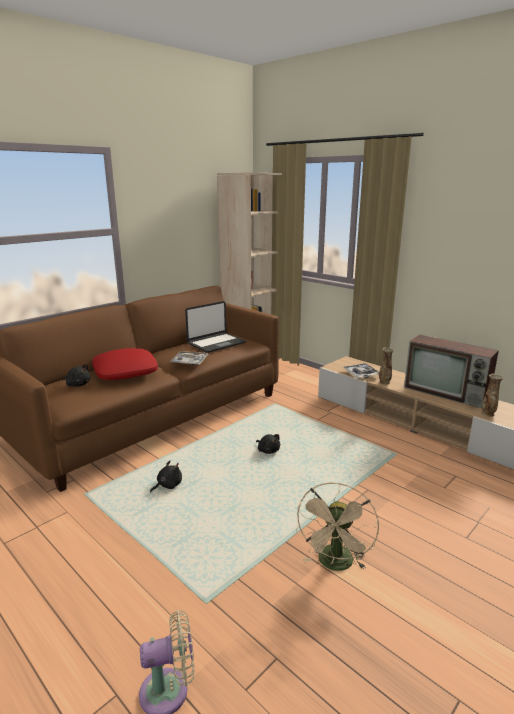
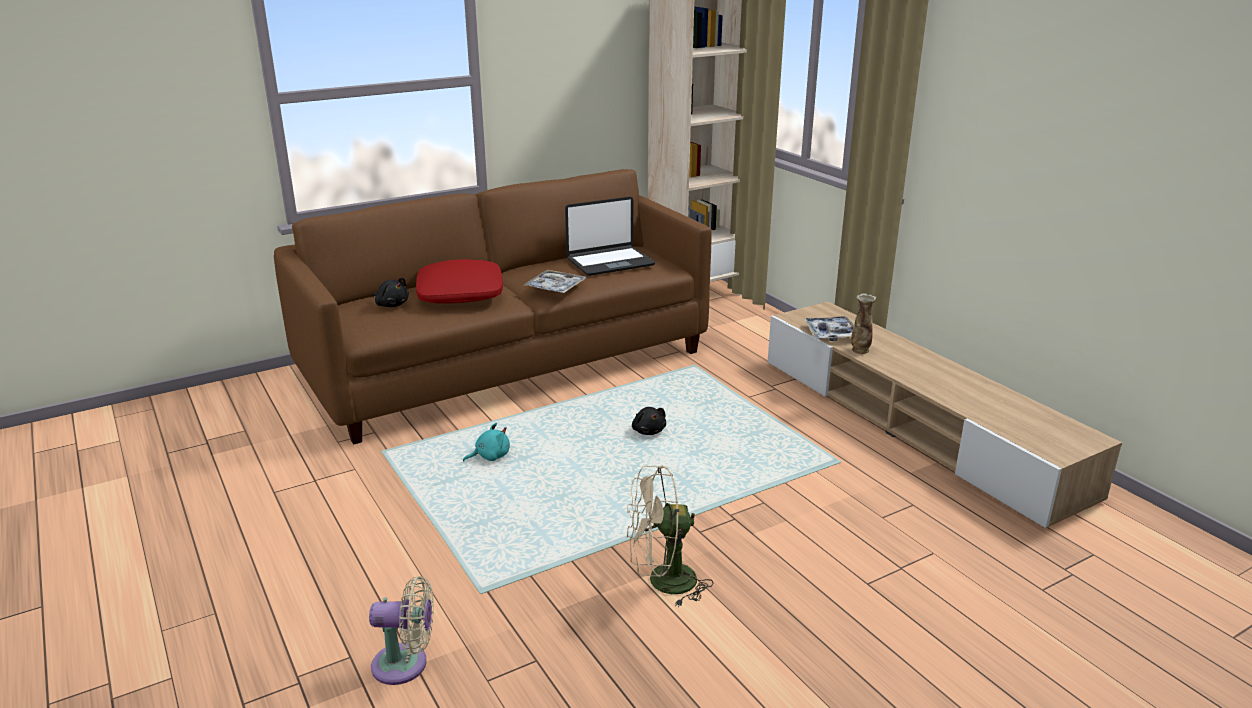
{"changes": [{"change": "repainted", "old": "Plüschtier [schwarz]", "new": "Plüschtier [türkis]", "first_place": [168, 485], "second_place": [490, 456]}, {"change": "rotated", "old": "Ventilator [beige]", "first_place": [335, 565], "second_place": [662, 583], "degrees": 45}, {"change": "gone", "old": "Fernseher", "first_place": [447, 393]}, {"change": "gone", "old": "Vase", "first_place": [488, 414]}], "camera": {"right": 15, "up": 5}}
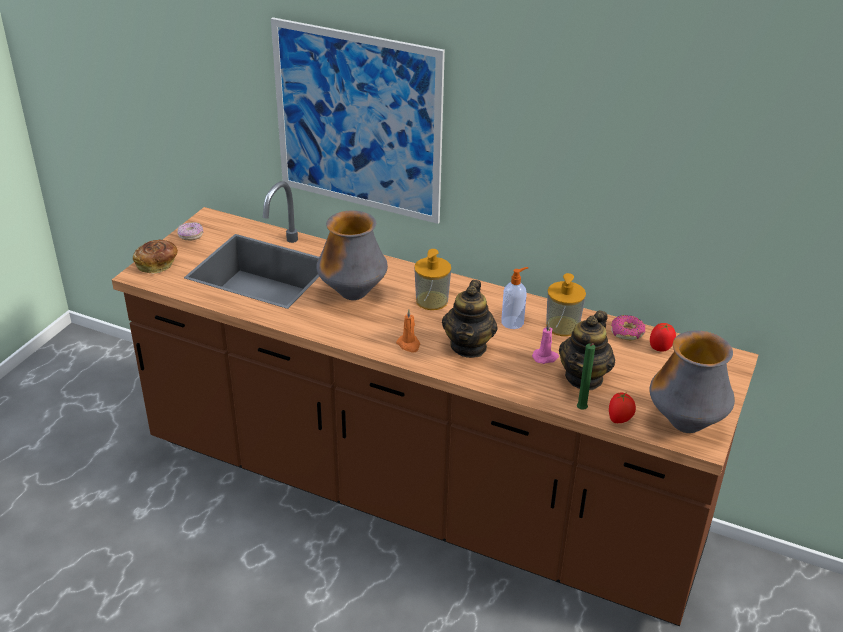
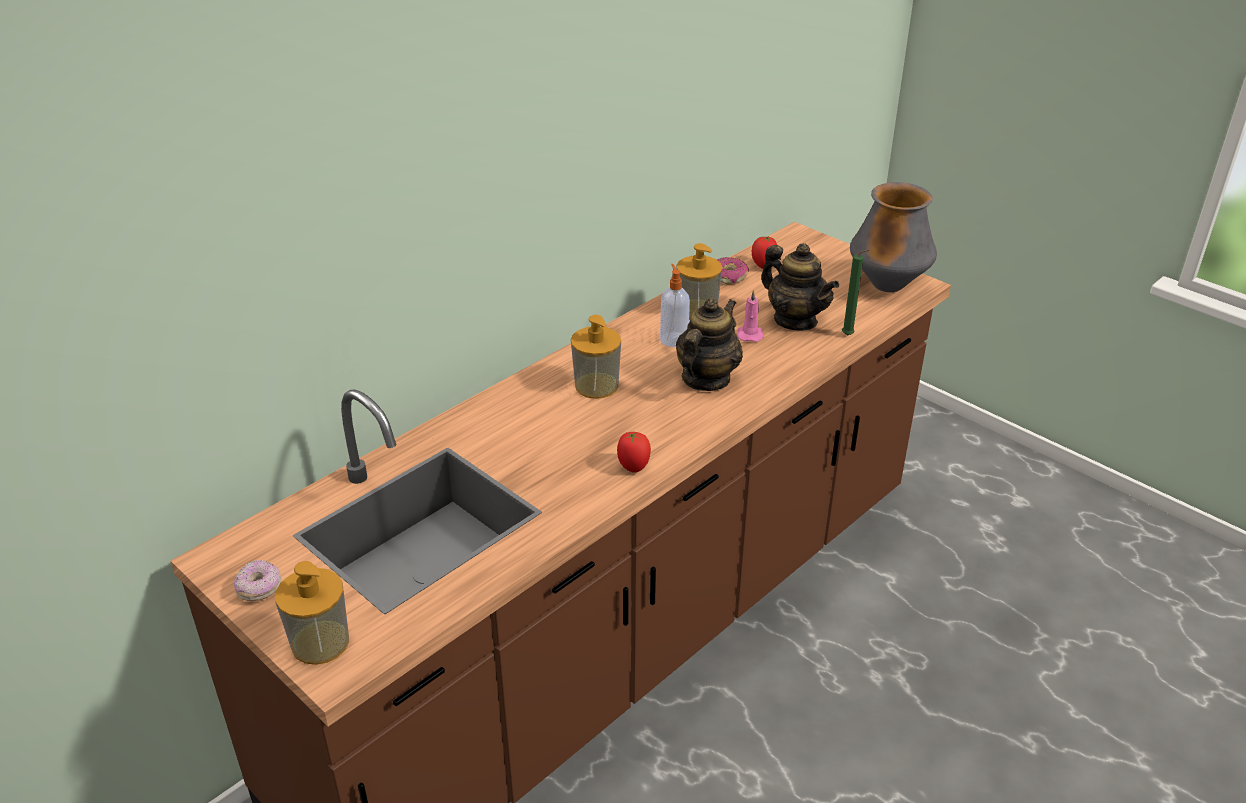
{"changes": [{"change": "swapped", "old": "Brot", "new": "Seifenspender", "first_place": [157, 264], "second_place": [320, 642]}, {"change": "shifted", "old": "Tomate", "first_place": [619, 420], "second_place": [633, 466]}, {"change": "rotated", "old": "Teekanne", "first_place": [469, 346], "second_place": [706, 379], "degrees": -90}, {"change": "gone", "old": "Bild", "first_place": [358, 122]}, {"change": "gone", "old": "Vase", "first_place": [353, 294]}, {"change": "gone", "old": "Kerze [orange]", "first_place": [409, 345]}], "camera": {"right": -70, "up": 0}}
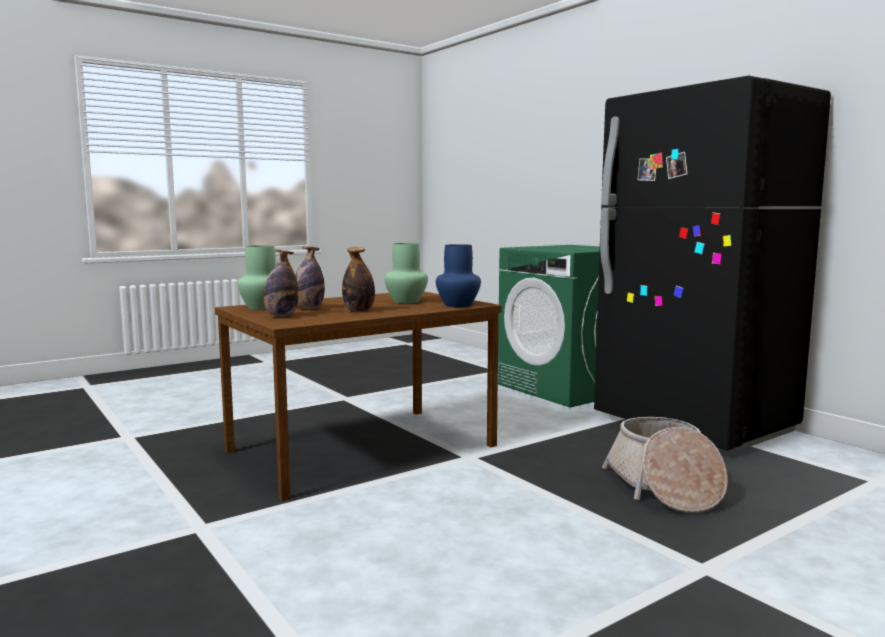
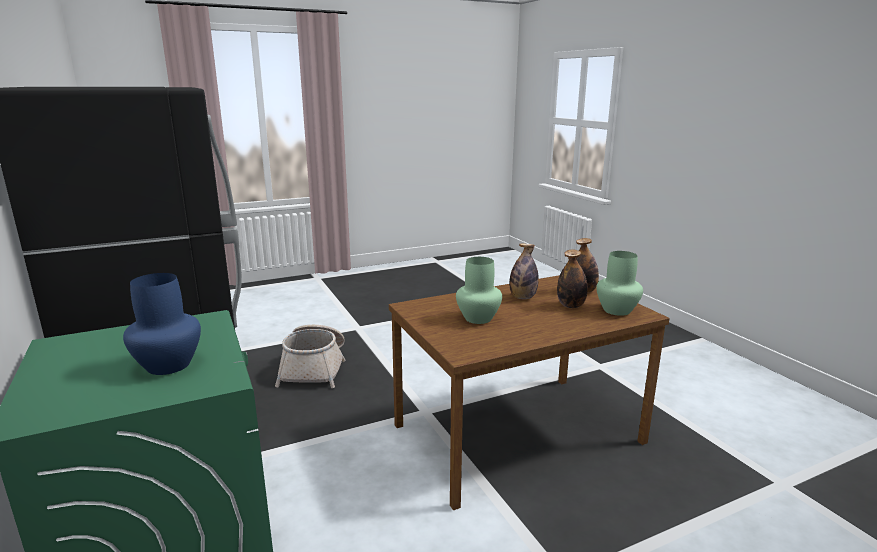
{"changes": [{"change": "shifted", "old": "Vase [blau]", "first_place": [458, 305], "second_place": [167, 365]}], "camera": {"right": -170, "up": 10}}
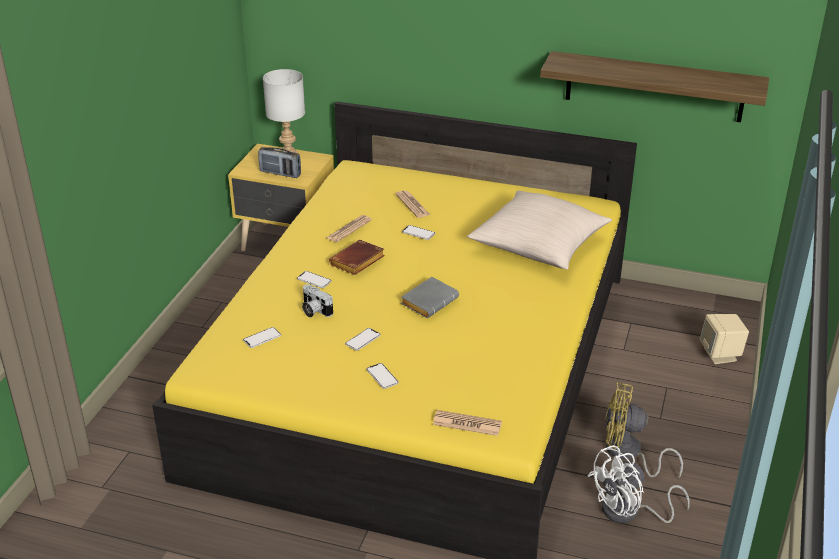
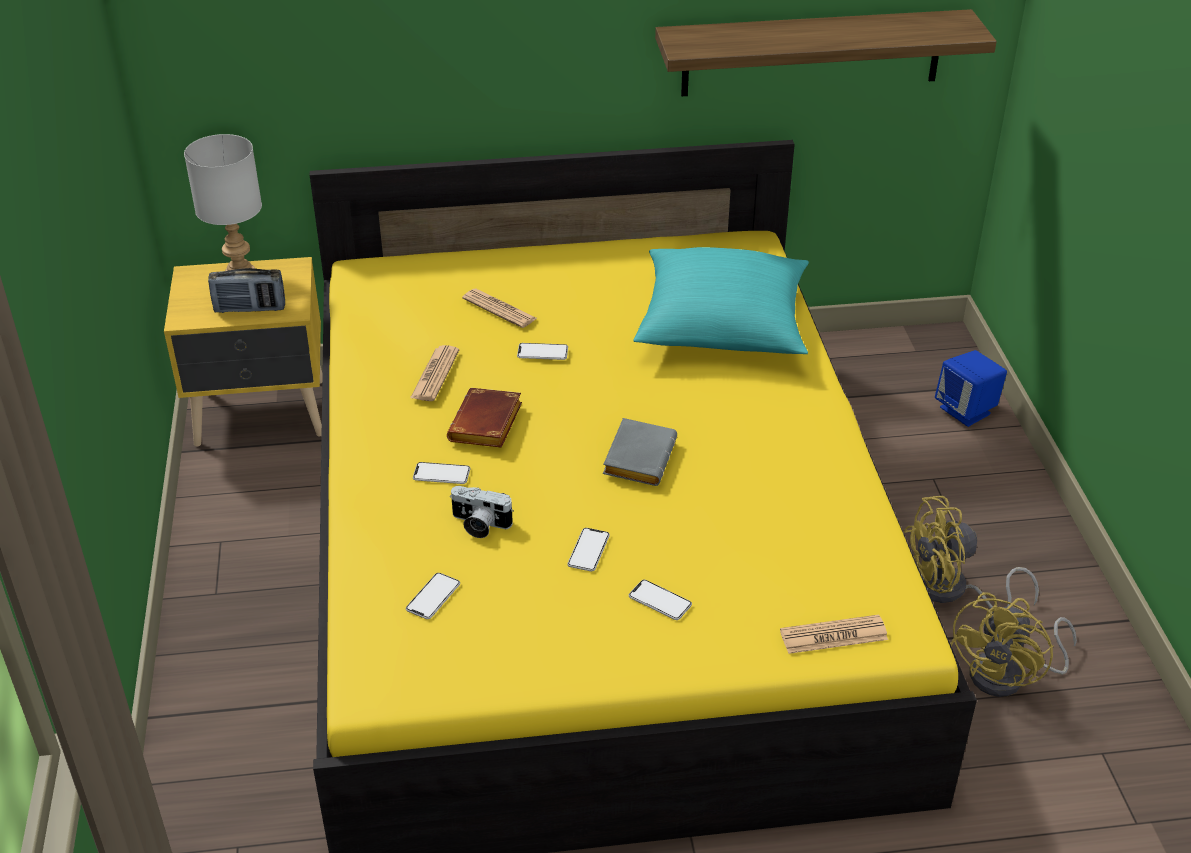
{"changes": [{"change": "repainted", "old": "Kissen [beige]", "new": "Kissen [türkis]", "first_place": [539, 245], "second_place": [722, 325]}, {"change": "repainted", "old": "Lautsprecher [beige]", "new": "Lautsprecher [blau]", "first_place": [720, 354], "second_place": [966, 410]}, {"change": "repainted", "old": "Ventilator [weiß]", "new": "Ventilator [gelb]", "first_place": [629, 512], "second_place": [1008, 676]}], "camera": {"right": -25, "up": 5}}
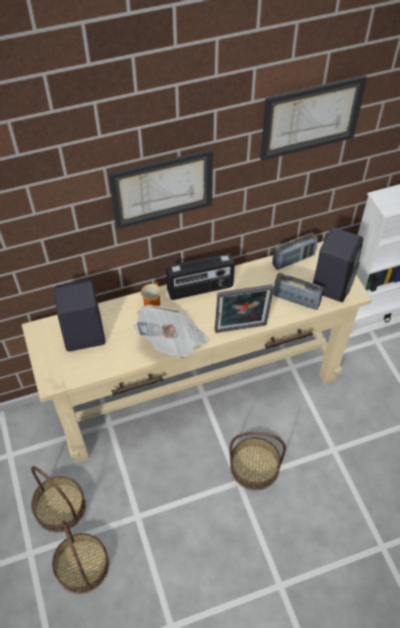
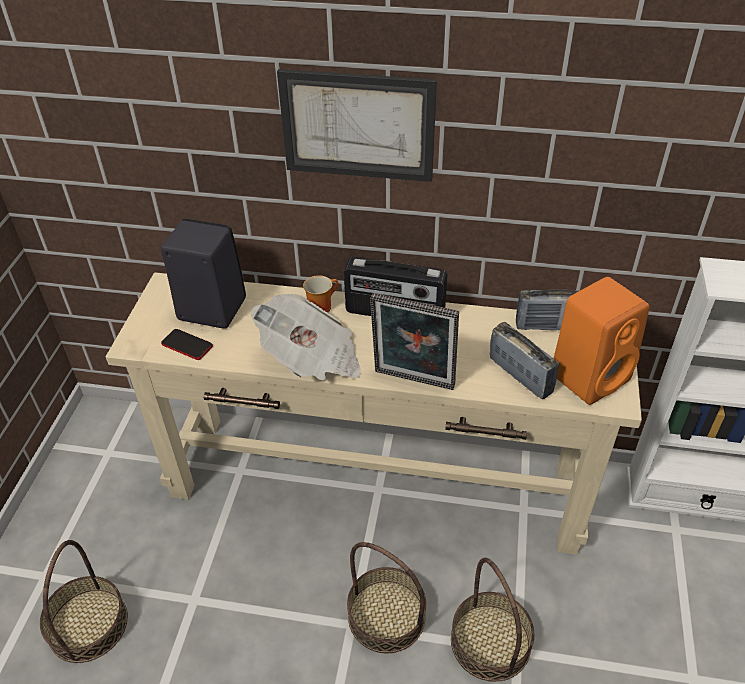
{"changes": [{"change": "new", "new": "Handy", "second_place": [187, 345]}, {"change": "shifted", "old": "Korb", "first_place": [60, 507], "second_place": [490, 642]}, {"change": "repainted", "old": "Lautsprecher [schwarz]", "new": "Lautsprecher [orange]", "first_place": [332, 283], "second_place": [591, 375]}, {"change": "gone", "old": "Bild", "first_place": [311, 117]}], "camera": {"right": 30, "up": -10}}
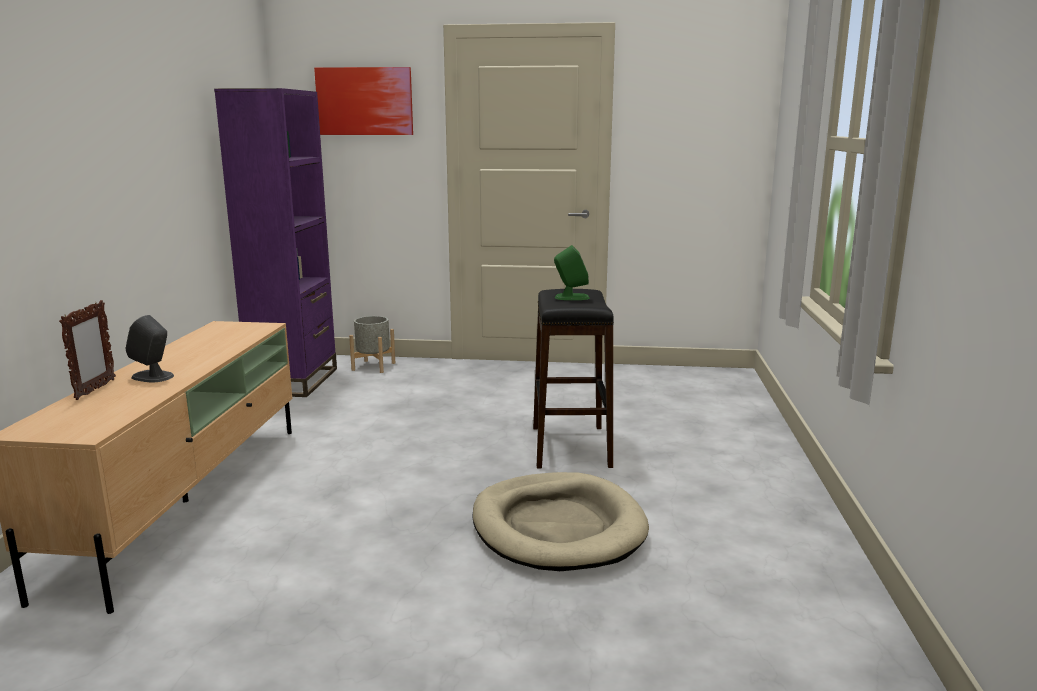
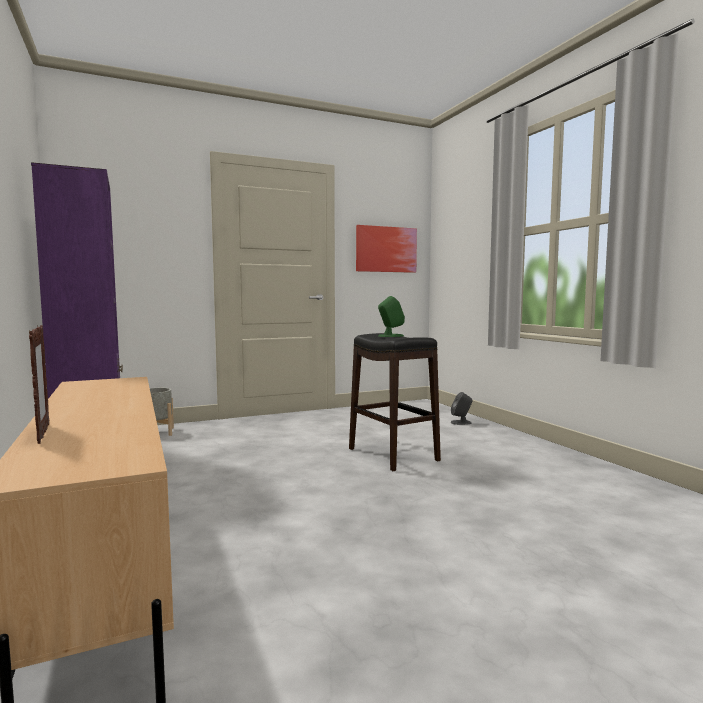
{"changes": [{"change": "shifted", "old": "Bild", "first_place": [364, 101], "second_place": [386, 249]}, {"change": "shifted", "old": "Lautsprecher [grau]", "first_place": [153, 377], "second_place": [461, 422]}, {"change": "gone", "old": "Hundebett [beige]", "first_place": [557, 527]}], "camera": {"right": -30, "up": -10}}
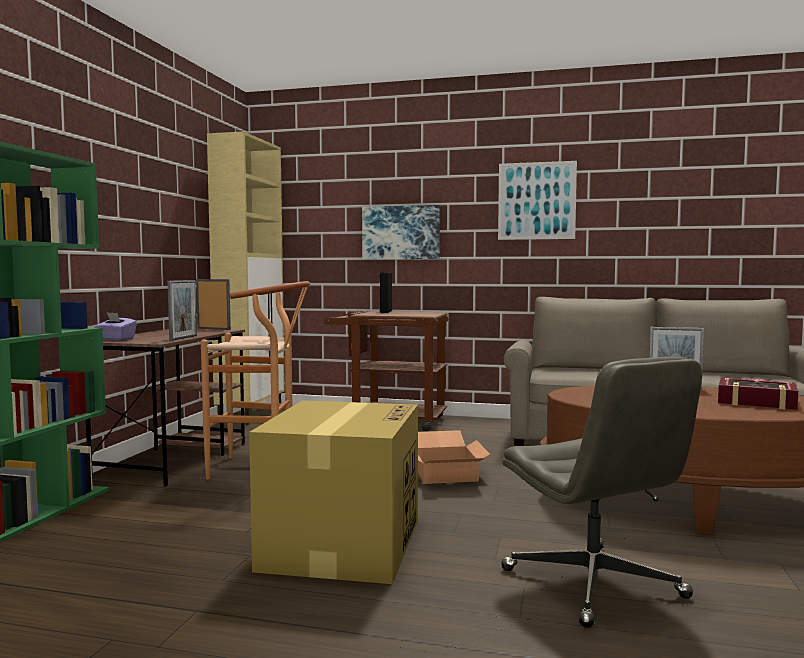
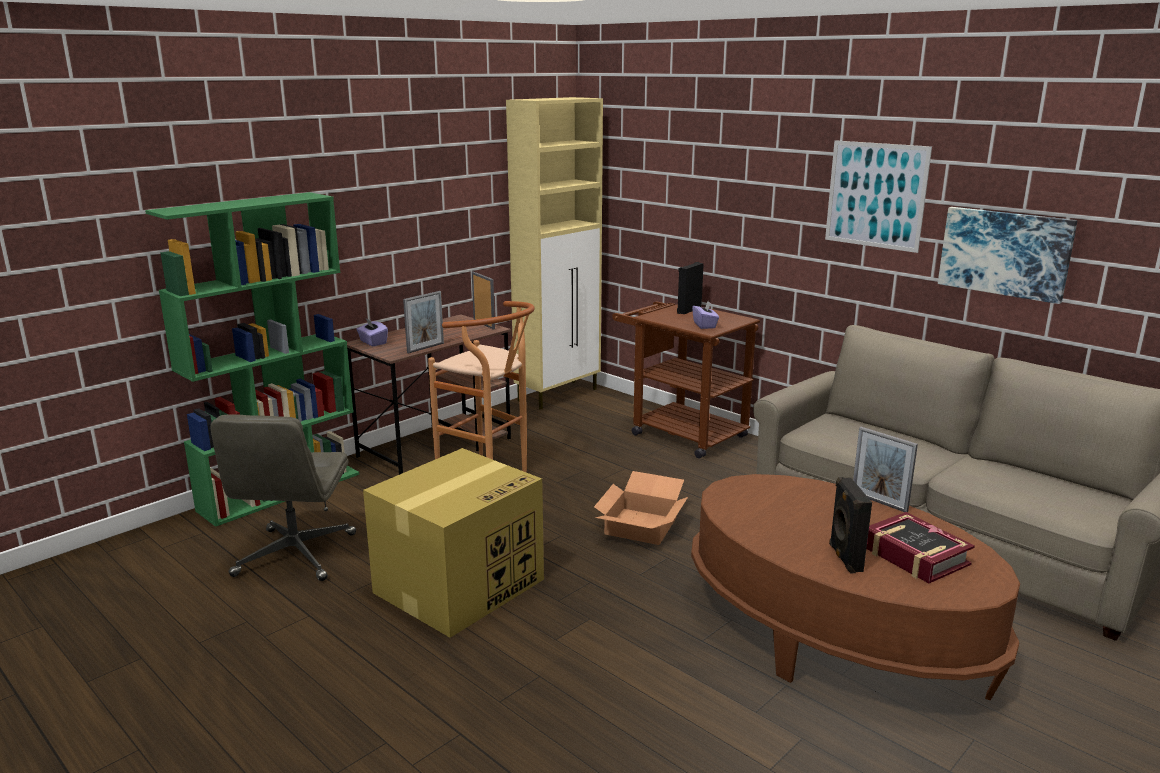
{"changes": [{"change": "shifted", "old": "Bürostuhl [grau]", "first_place": [594, 584], "second_place": [295, 555]}, {"change": "new", "new": "Taschentuchbox [lila]", "second_place": [705, 325]}, {"change": "new", "new": "Lautsprecher [schwarz]", "second_place": [844, 558]}, {"change": "shifted", "old": "Bild", "first_place": [401, 232], "second_place": [1005, 253]}], "camera": {"right": 30, "up": 15}}
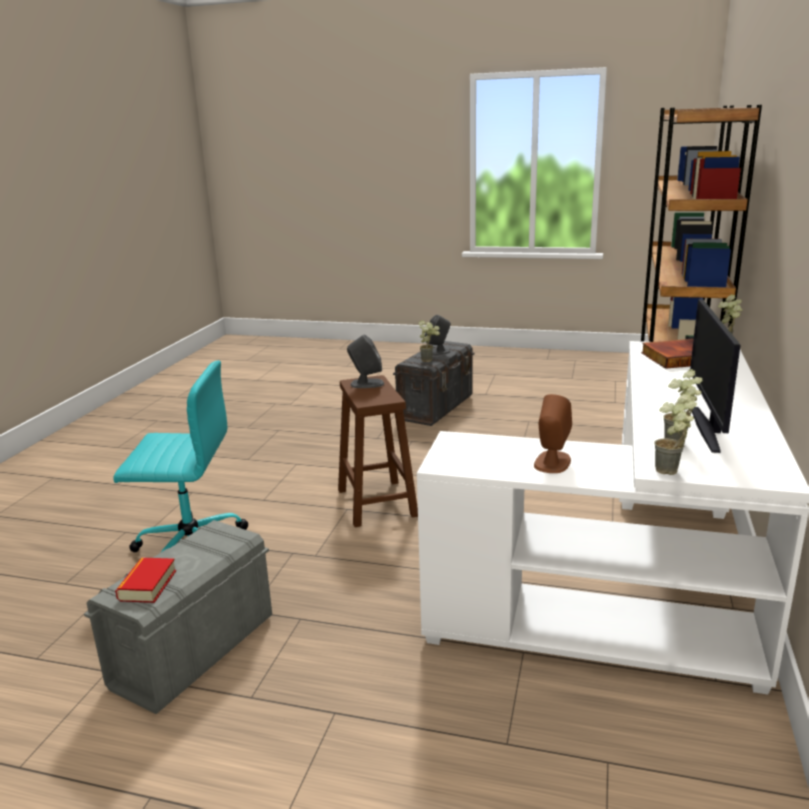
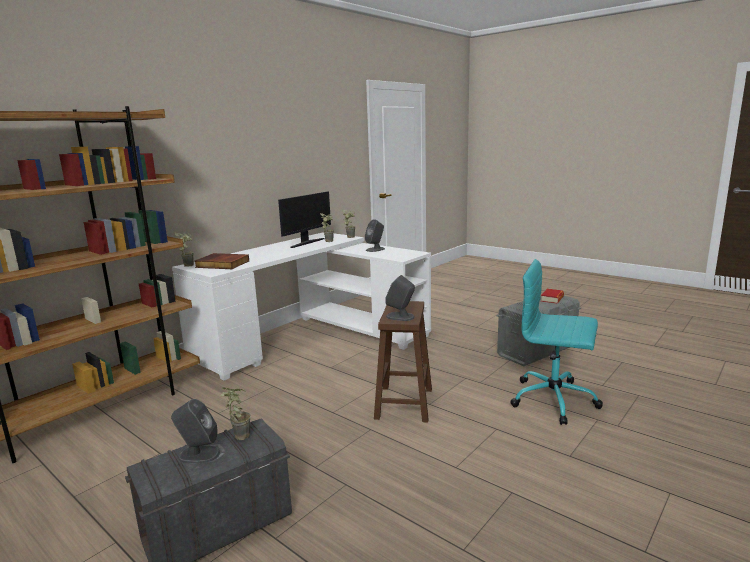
{"changes": [{"change": "repainted", "old": "Lautsprecher [braun]", "new": "Lautsprecher [grau]", "first_place": [552, 462], "second_place": [375, 249]}], "camera": {"right": -155, "up": -5}}
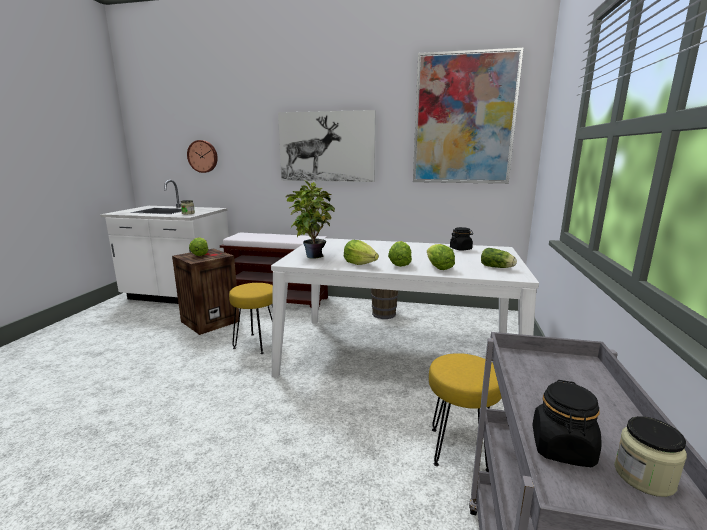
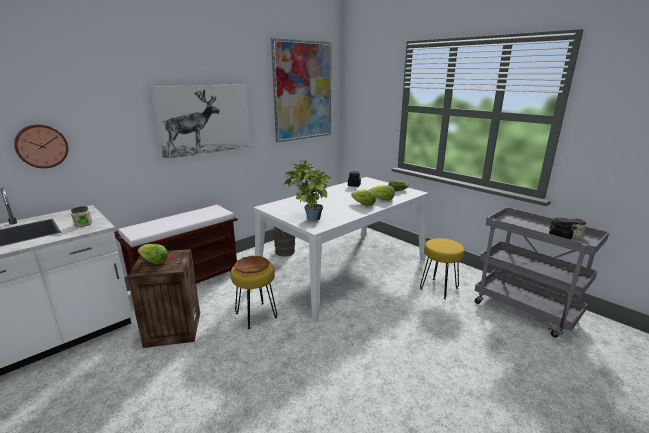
{"changes": [{"change": "new", "new": "Teller [braun]", "second_place": [252, 267]}, {"change": "gone", "old": "Salatkopf", "first_place": [359, 264]}], "camera": {"right": -55, "up": 5}}
